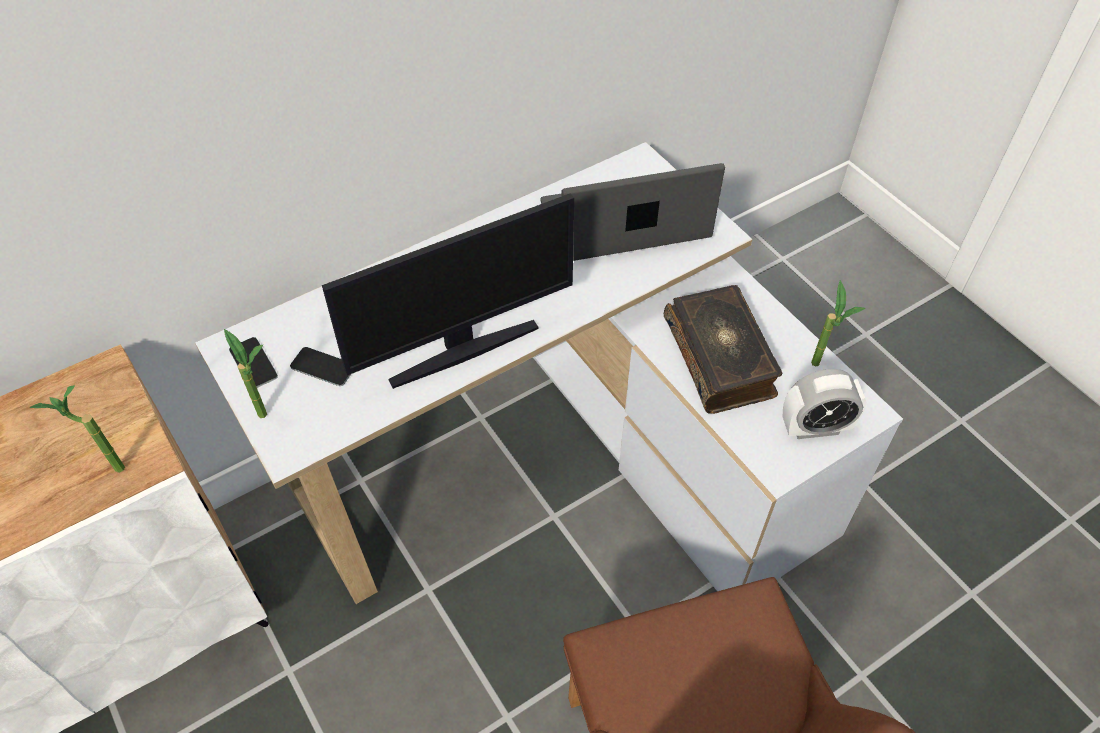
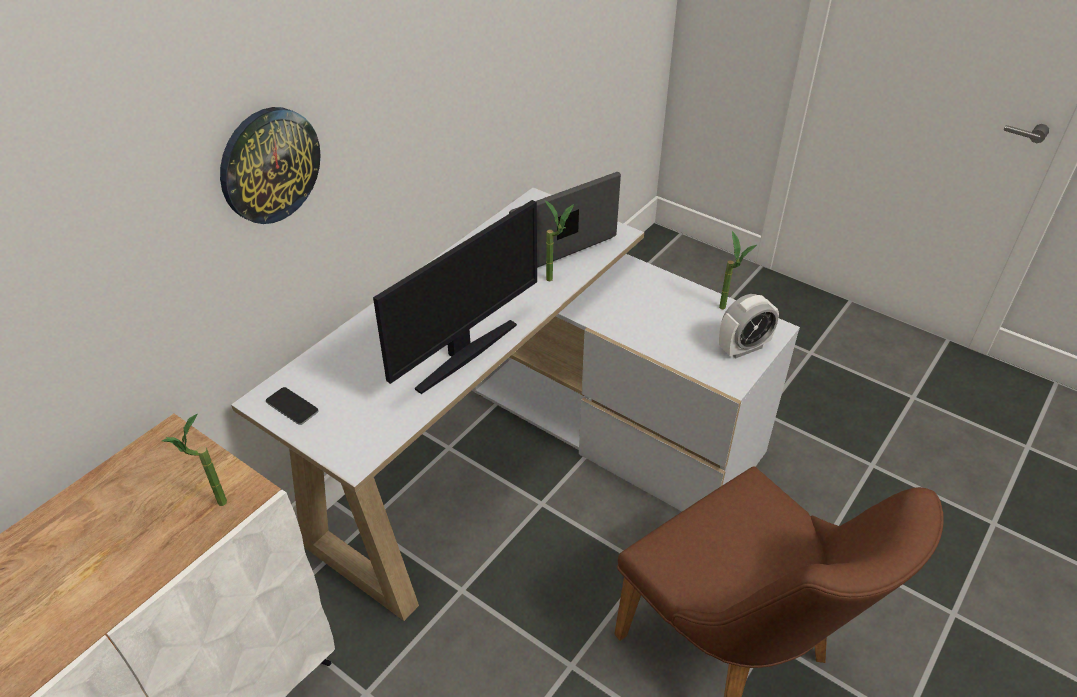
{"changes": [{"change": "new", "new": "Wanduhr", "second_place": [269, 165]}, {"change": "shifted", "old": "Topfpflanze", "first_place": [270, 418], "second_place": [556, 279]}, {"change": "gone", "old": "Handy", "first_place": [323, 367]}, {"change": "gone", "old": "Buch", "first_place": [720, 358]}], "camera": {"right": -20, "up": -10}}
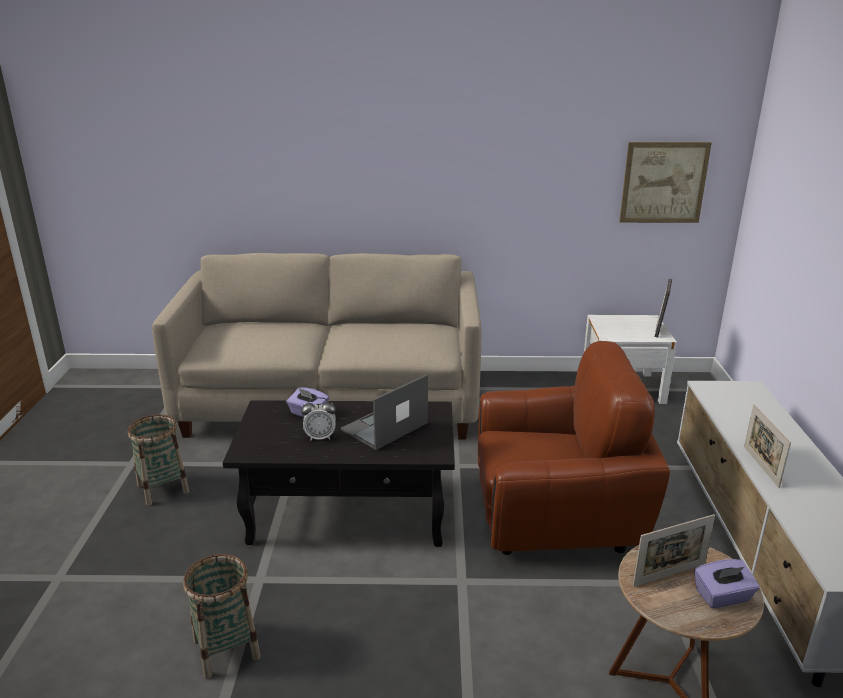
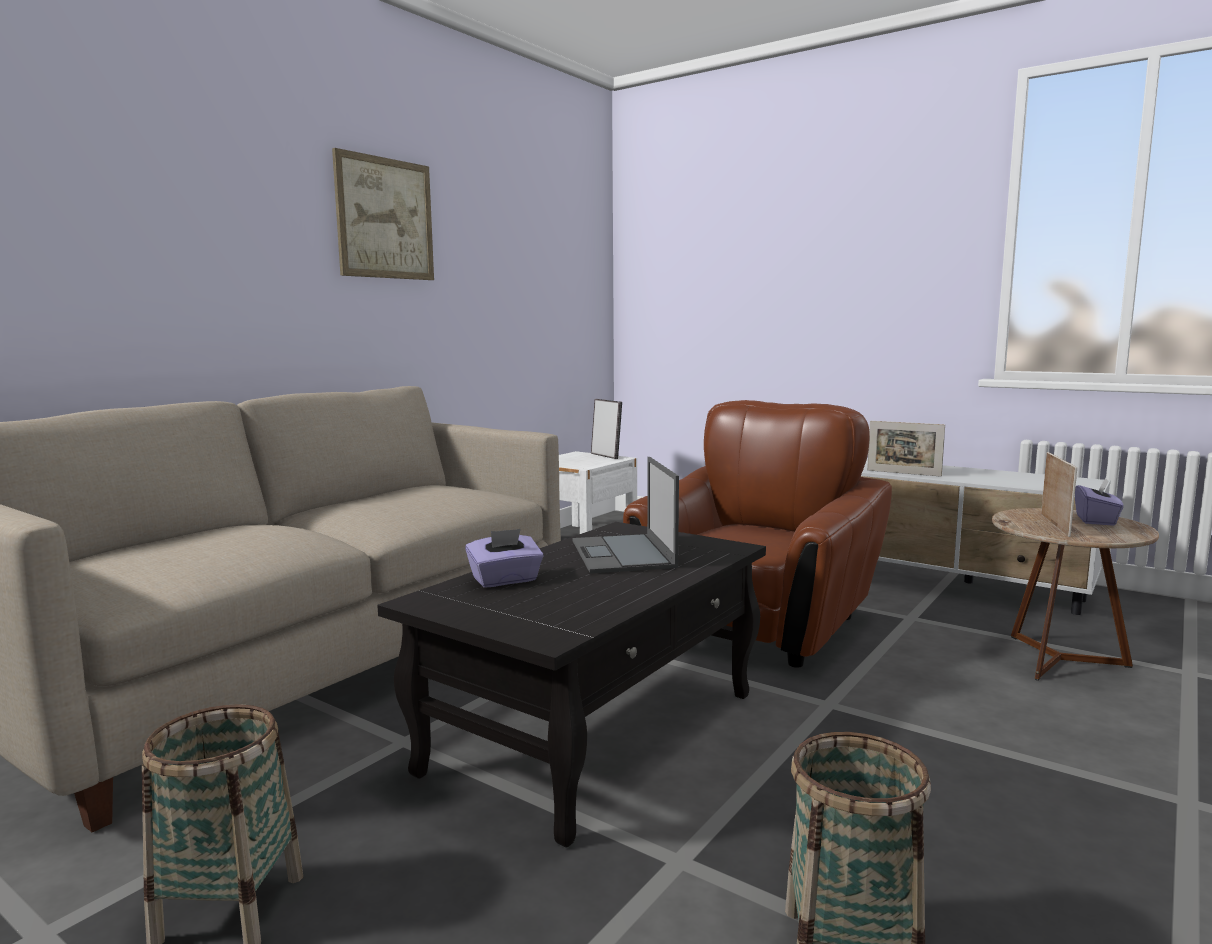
{"changes": [{"change": "shifted", "old": "Bild", "first_place": [663, 182], "second_place": [385, 218]}, {"change": "gone", "old": "Wecker", "first_place": [320, 437]}], "camera": {"right": -55, "up": -15}}
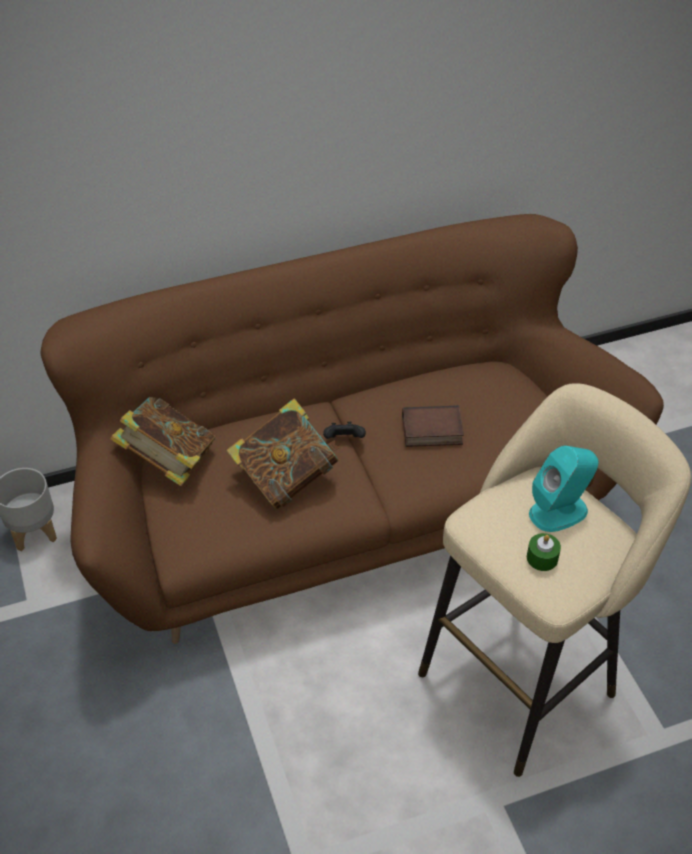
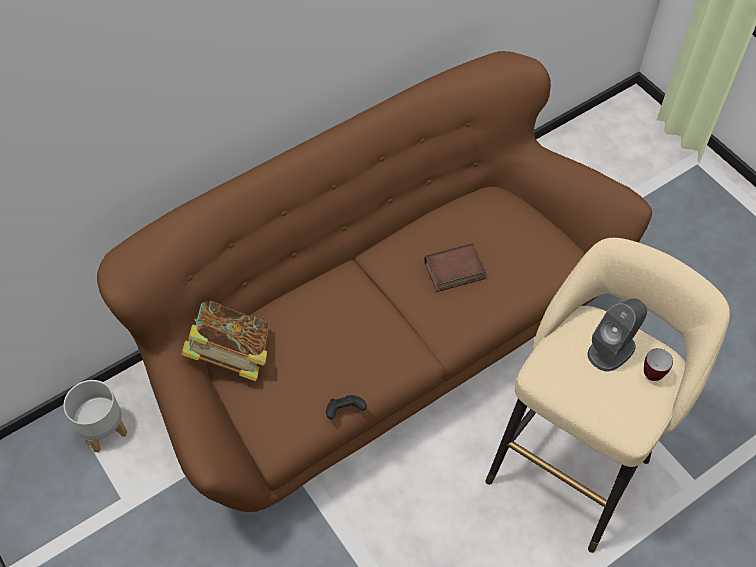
{"changes": [{"change": "shifted", "old": "Gamepad [schwarz]", "first_place": [344, 440], "second_place": [345, 411]}, {"change": "repainted", "old": "Lautsprecher [türkis]", "new": "Lautsprecher [grau]", "first_place": [559, 511], "second_place": [612, 349]}, {"change": "new", "new": "Henkelbecher", "second_place": [653, 372]}, {"change": "gone", "old": "Buch", "first_place": [286, 478]}, {"change": "gone", "old": "Kerze [grün]", "first_place": [542, 558]}], "camera": {"right": -15, "up": 10}}
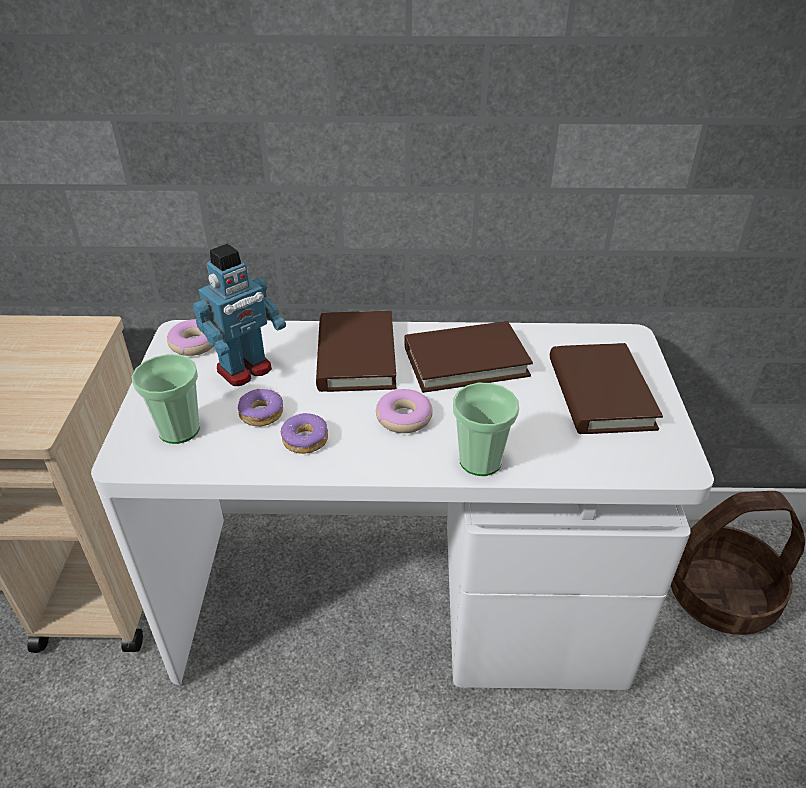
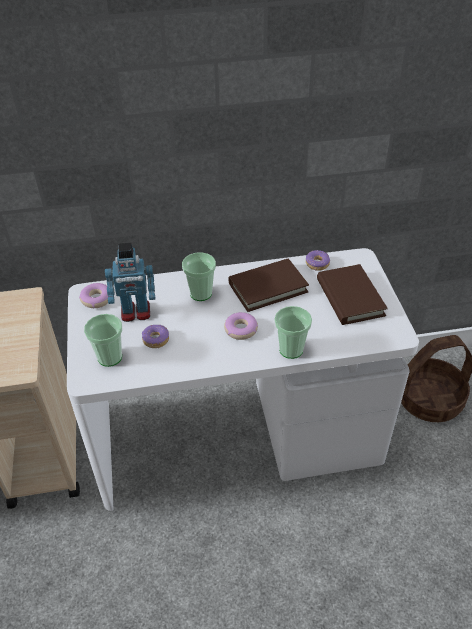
{"changes": [{"change": "rotated", "old": "Spielzeugroboter", "first_place": [245, 370], "second_place": [135, 312], "degrees": 45}, {"change": "swapped", "old": "Buch [braun]", "new": "Tasse", "first_place": [356, 356], "second_place": [201, 293]}, {"change": "shifted", "old": "Donut", "first_place": [305, 440], "second_place": [317, 264]}], "camera": {"right": -10, "up": 5}}
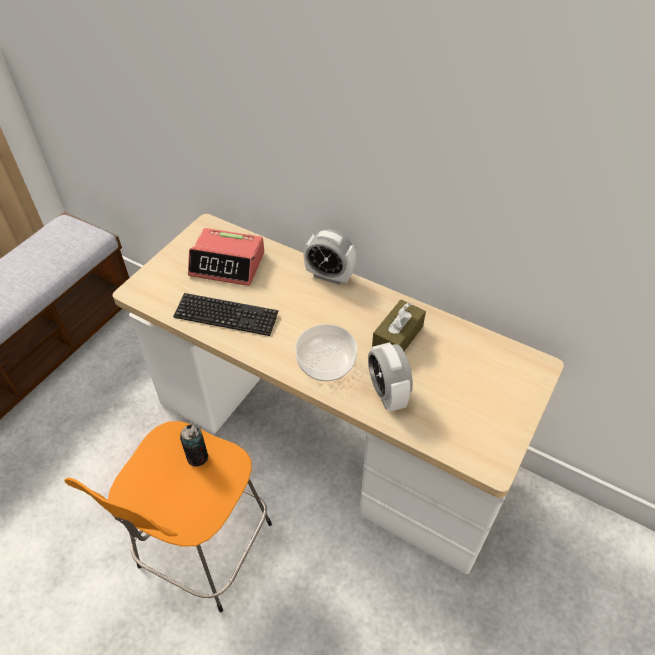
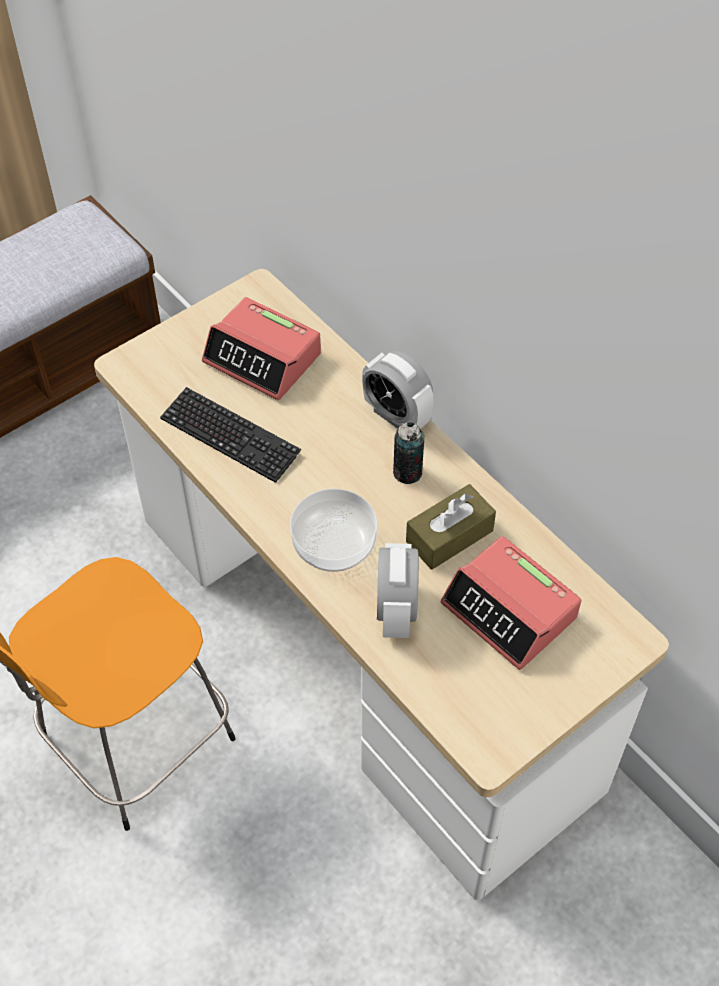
{"changes": [{"change": "shifted", "old": "Dose", "first_place": [197, 457], "second_place": [407, 472]}, {"change": "new", "new": "Wecker", "second_place": [510, 611]}], "camera": {"right": 20, "up": 5}}
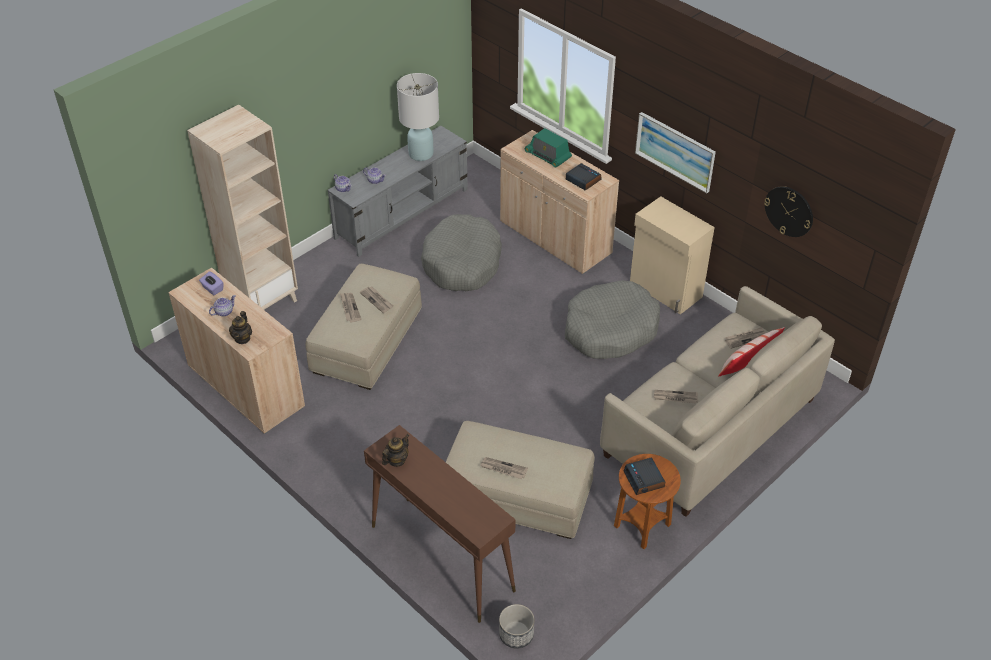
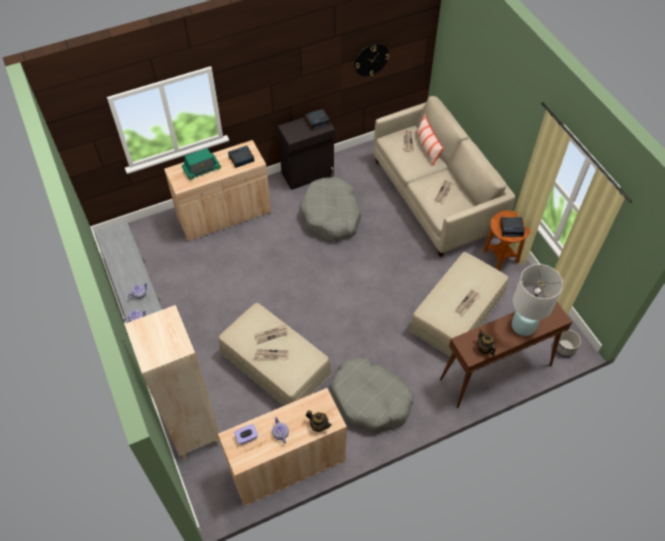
{"changes": [{"change": "repainted", "old": "Schrank [beige]", "new": "Schrank [schwarz]", "first_place": [665, 290], "second_place": [308, 174]}, {"change": "new", "new": "Wecker", "second_place": [317, 121]}, {"change": "shifted", "old": "Hundebett [grau]", "first_place": [462, 263], "second_place": [370, 400]}, {"change": "shifted", "old": "Tischlampe [weiß]", "first_place": [421, 154], "second_place": [523, 326]}, {"change": "gone", "old": "Bild", "first_place": [675, 151]}], "camera": {"right": -70, "up": 10}}
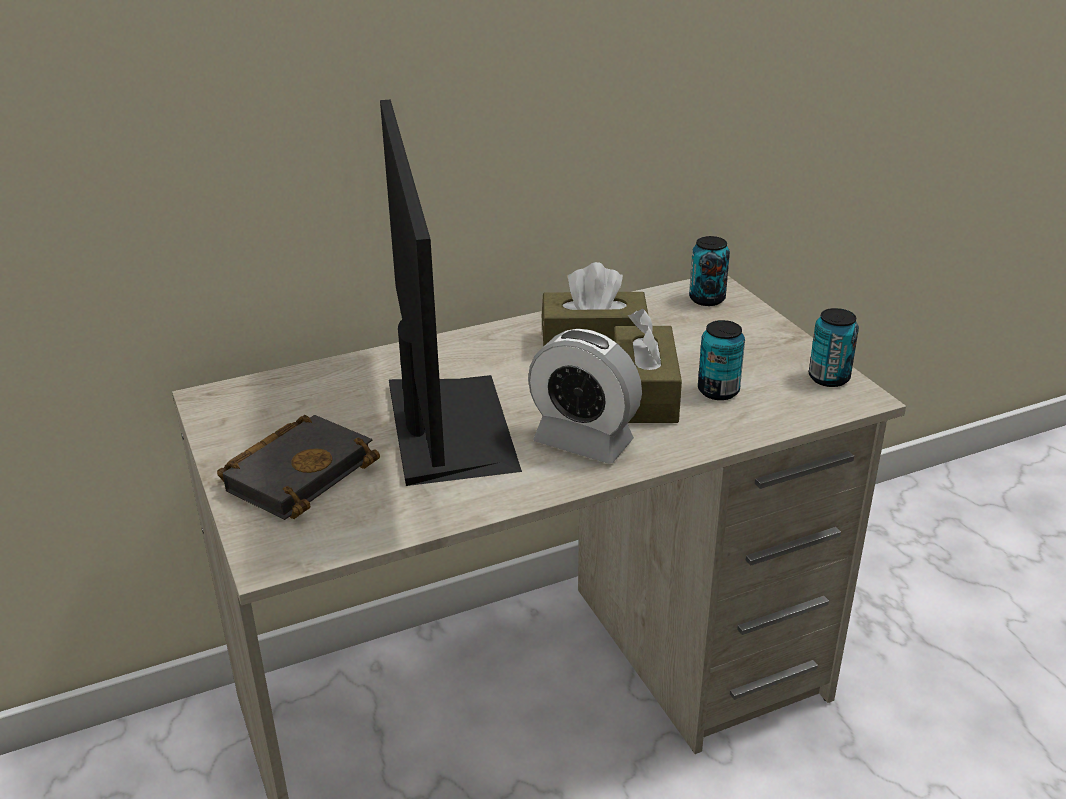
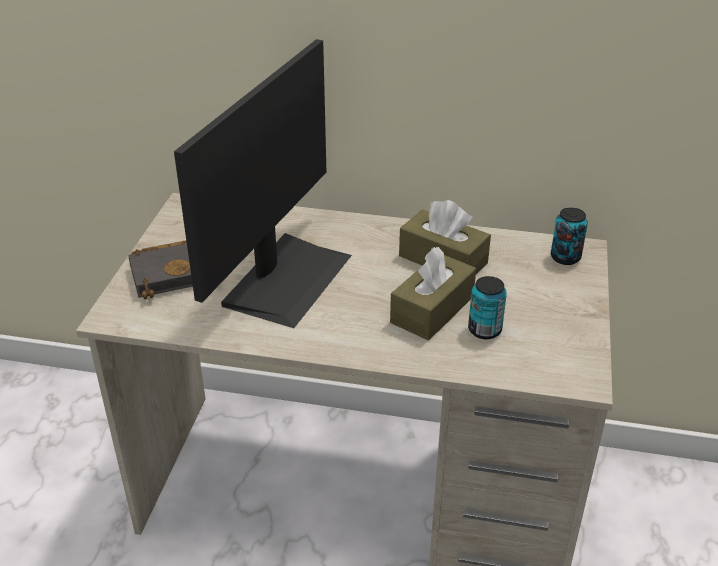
{"changes": [{"change": "gone", "old": "Wecker", "first_place": [583, 442]}, {"change": "gone", "old": "Dose", "first_place": [829, 378]}], "camera": {"right": 35, "up": 5}}
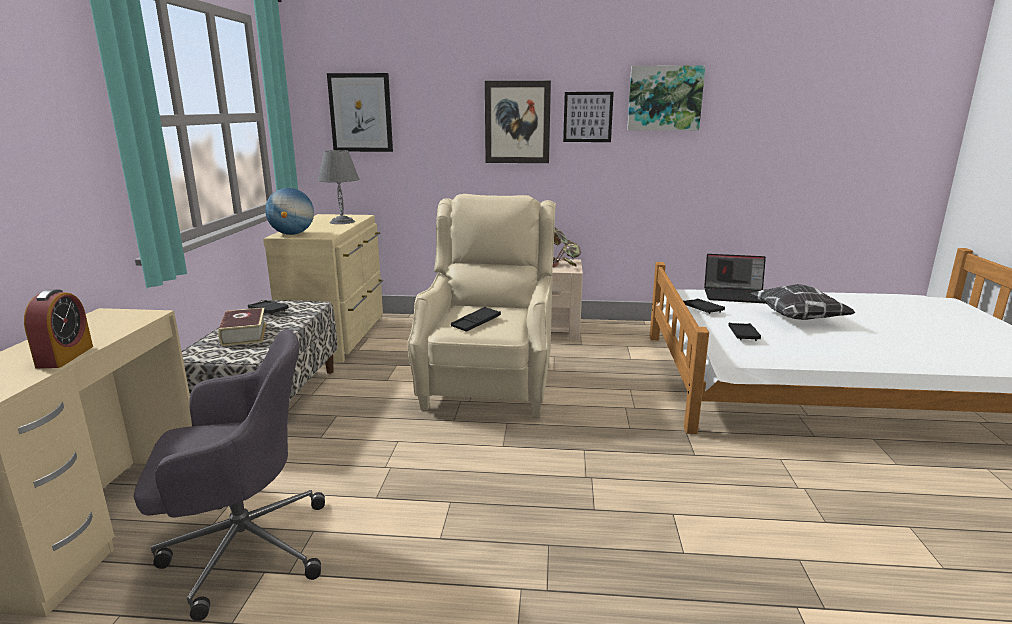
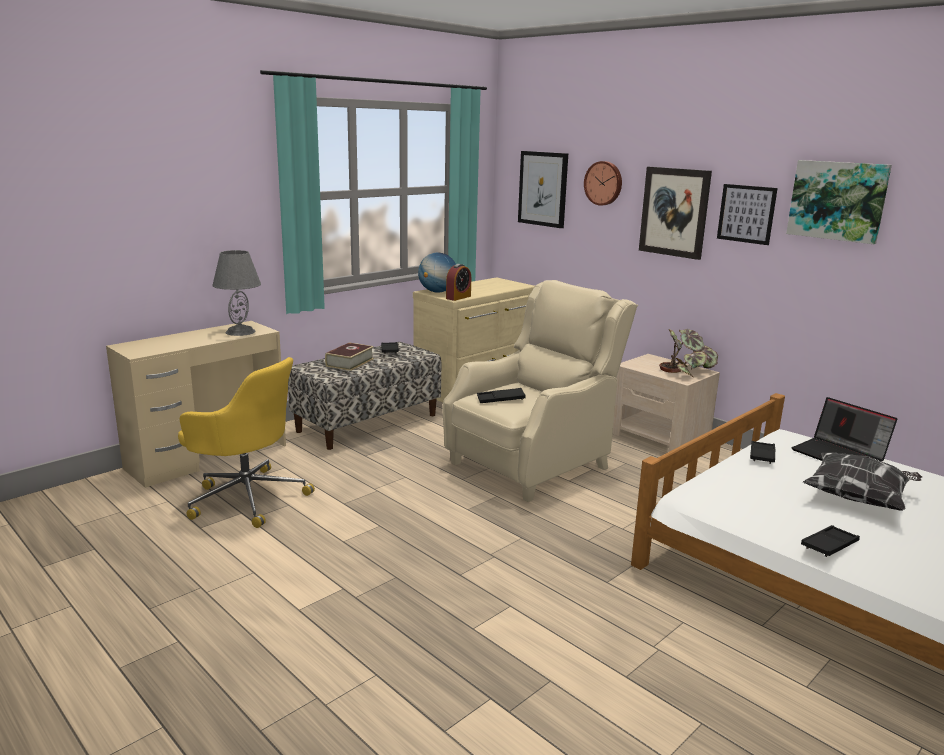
{"changes": [{"change": "repainted", "old": "Bürostuhl [grau]", "new": "Bürostuhl [gelb]", "first_place": [242, 549], "second_place": [247, 497]}, {"change": "shifted", "old": "Tischlampe [grau]", "first_place": [342, 222], "second_place": [240, 332]}, {"change": "shifted", "old": "Wecker", "first_place": [65, 356], "second_place": [458, 297]}, {"change": "new", "new": "Wanduhr", "second_place": [604, 183]}, {"change": "shifted", "old": "Tablett [schwarz]", "first_place": [743, 335], "second_place": [829, 545]}], "camera": {"right": 40, "up": 0}}
